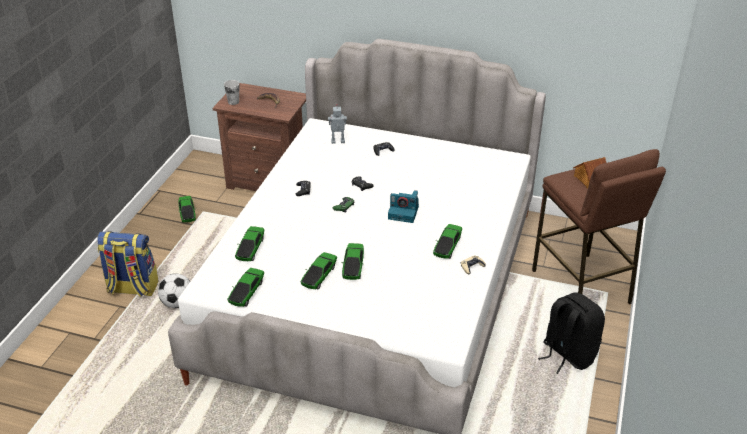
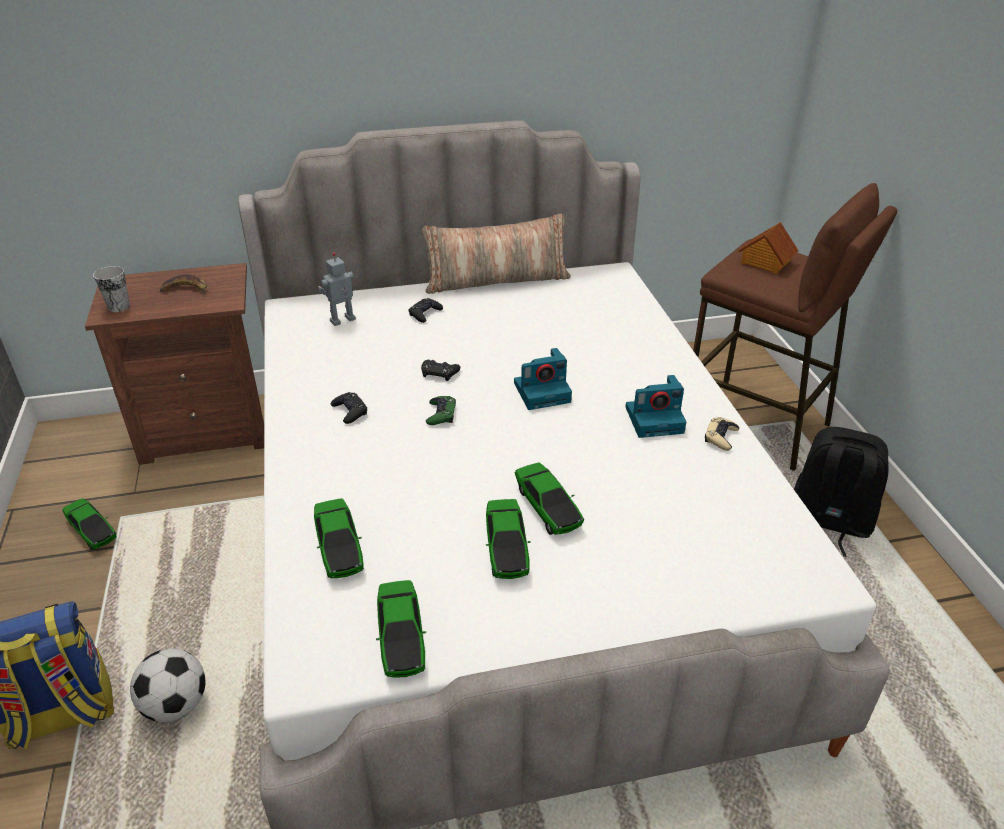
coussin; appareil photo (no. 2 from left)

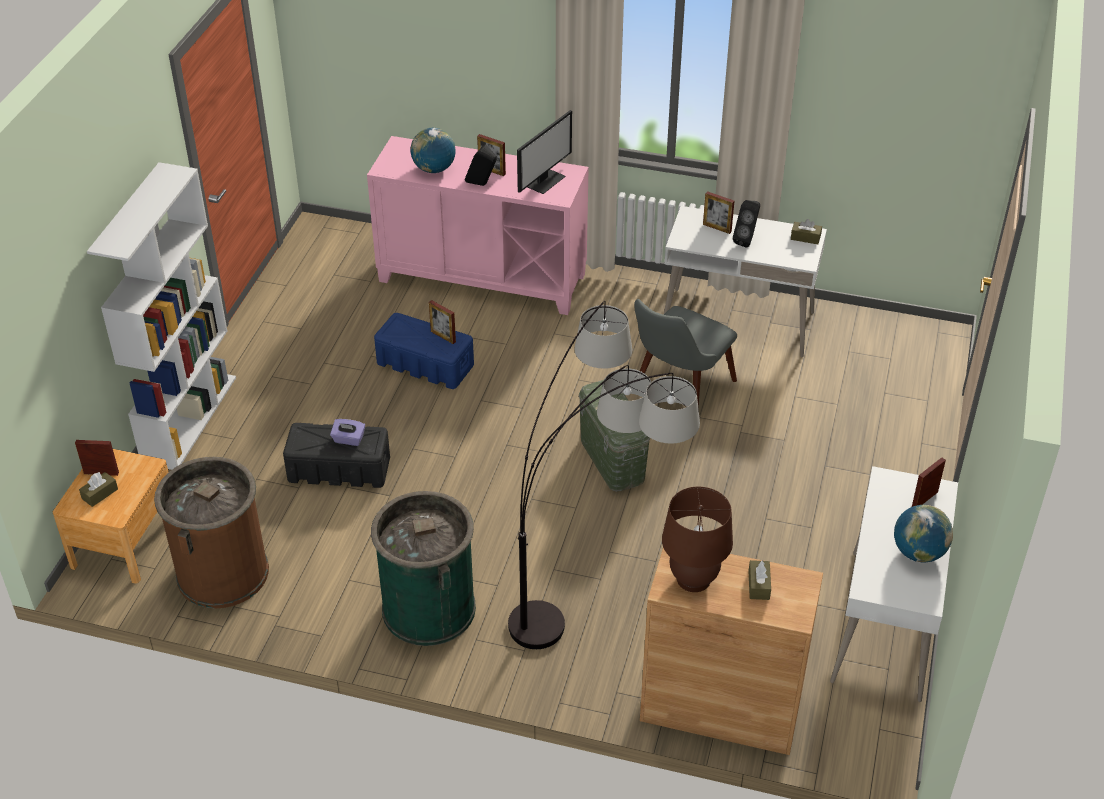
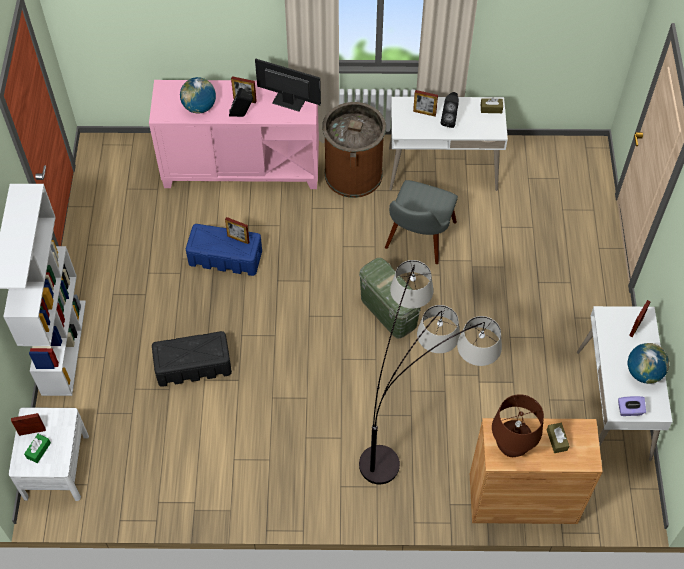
table de chevet [blanc]; boîte à mouchoirs [vert]; écran d'ordinateur; poubelle [marron]; boîte à mouchoirs [violet]; poubelle [vert]

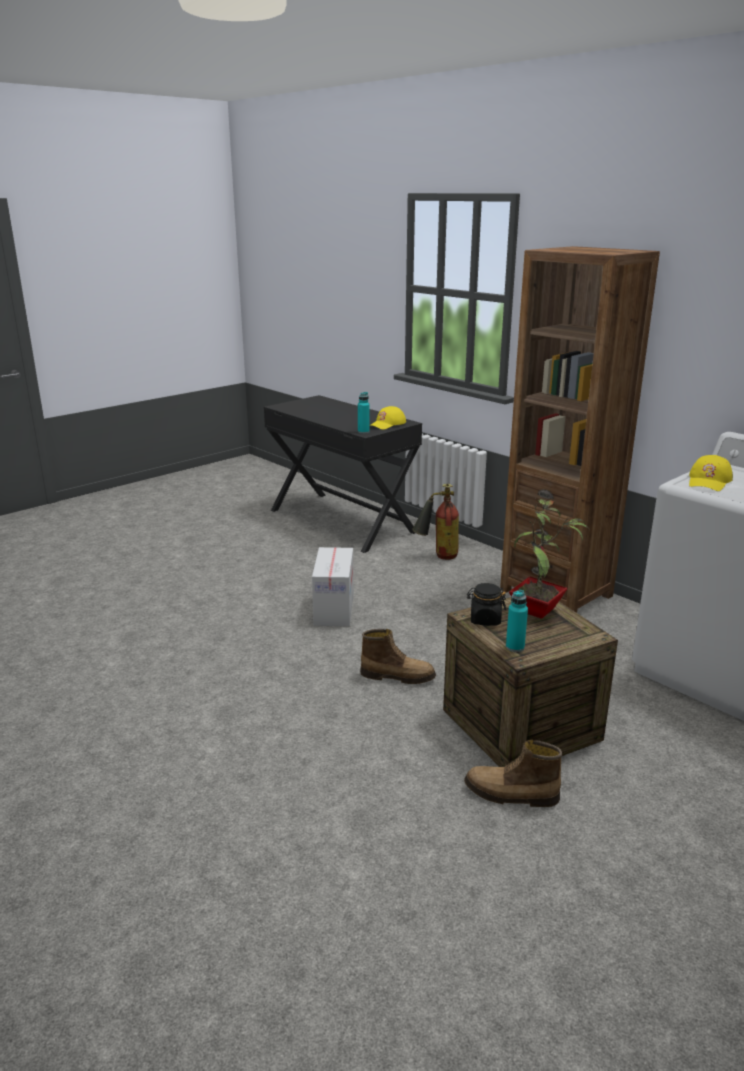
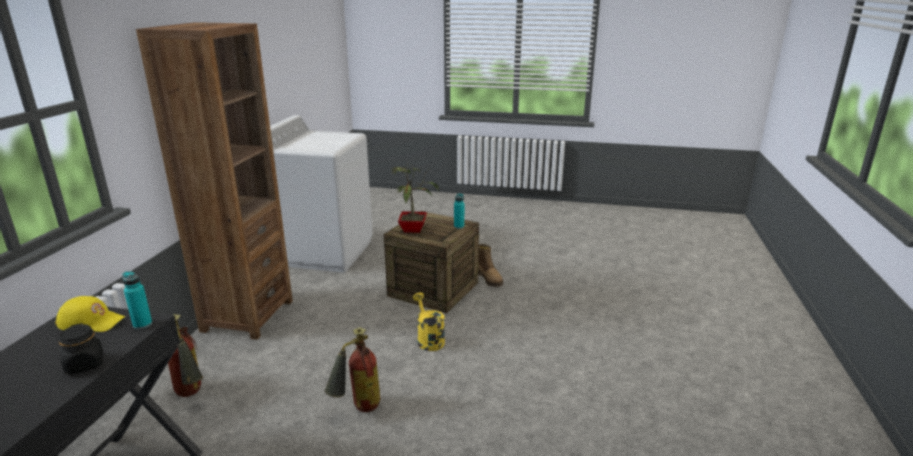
bocal [noir]; extincteur (no. 2 from left); arrosoir [jaune]; casquette [jaune] (no. 2 from left in the first image)

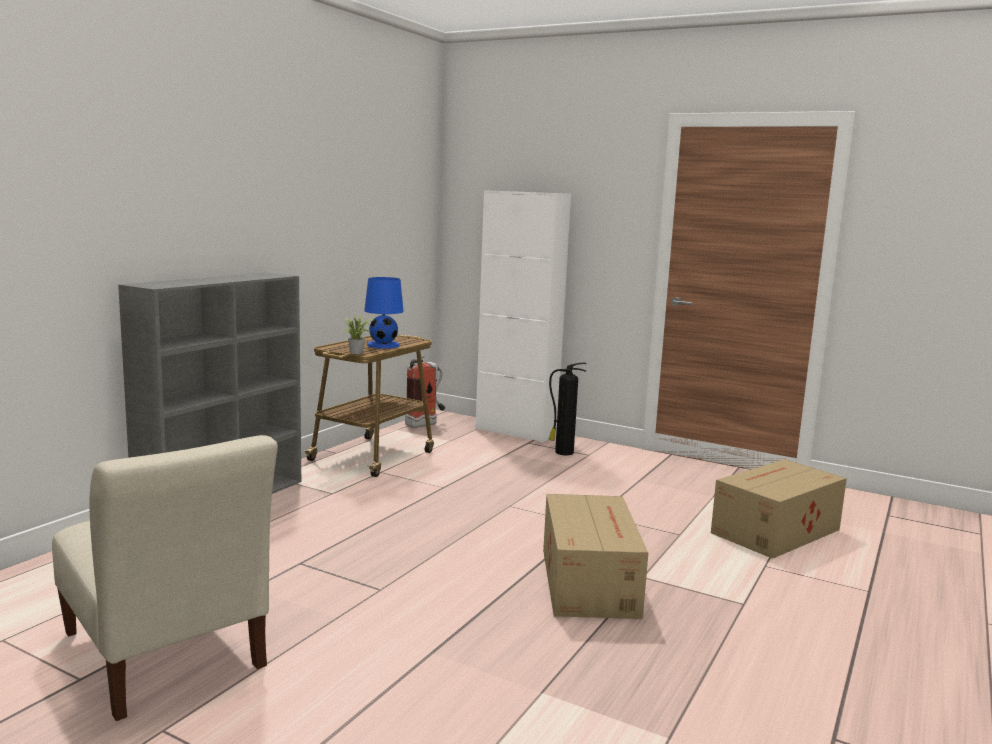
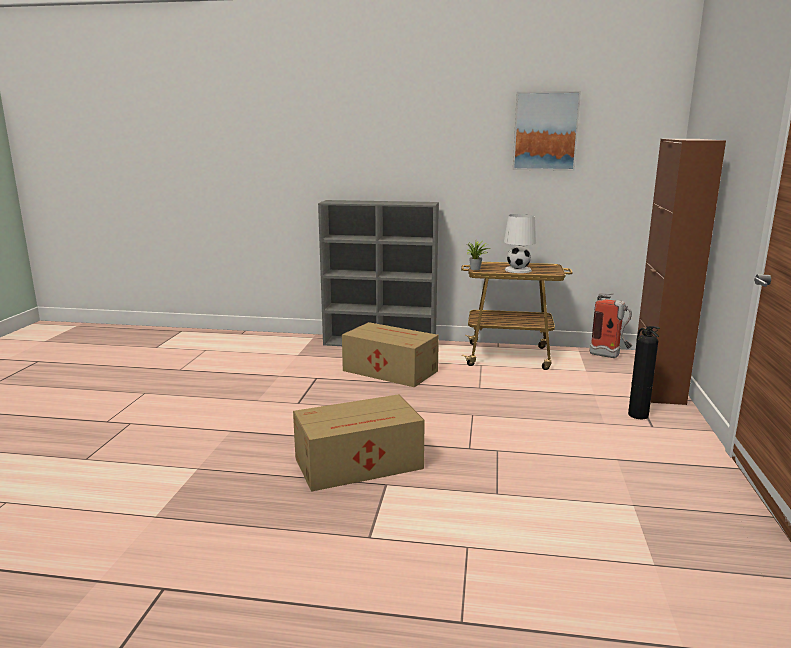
carton (no. 2 from left); lampe de table [blanc]; tableau; meuble de rangement [marron]; chaise [beige]

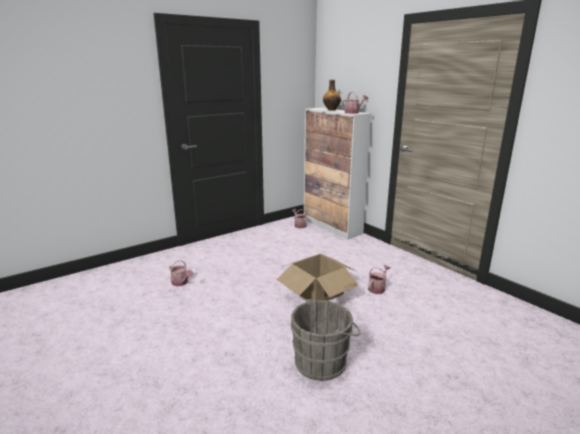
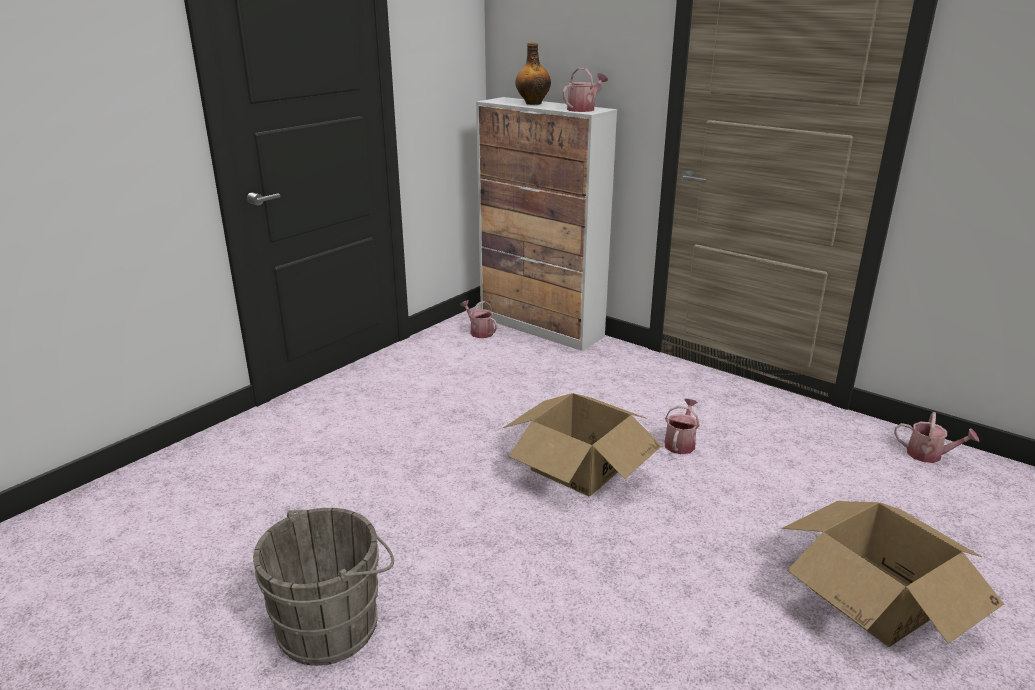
seau [gris]; carton (no. 2 from left); arrosoir (no. 4 from left)

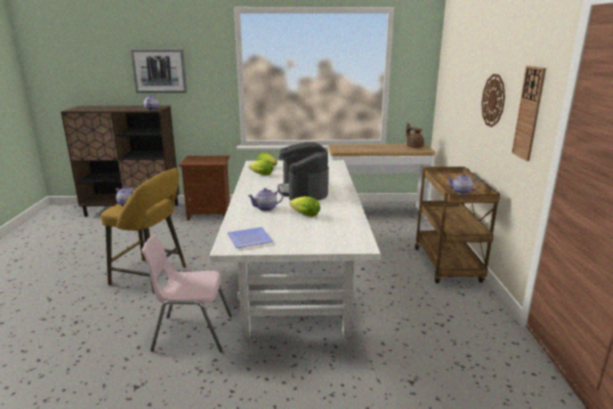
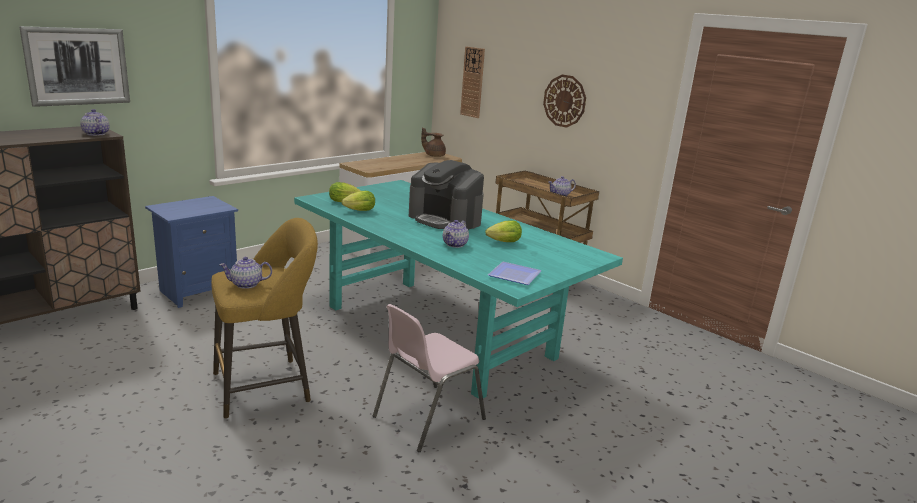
table de chevet [bleu]; table à manger [turquoise]; horloge murale (no. 1 from left)

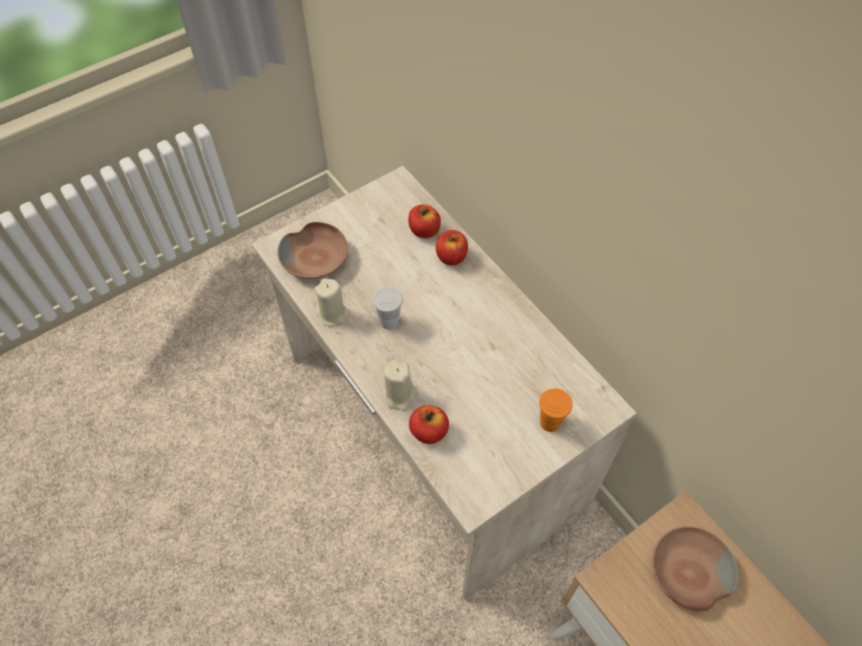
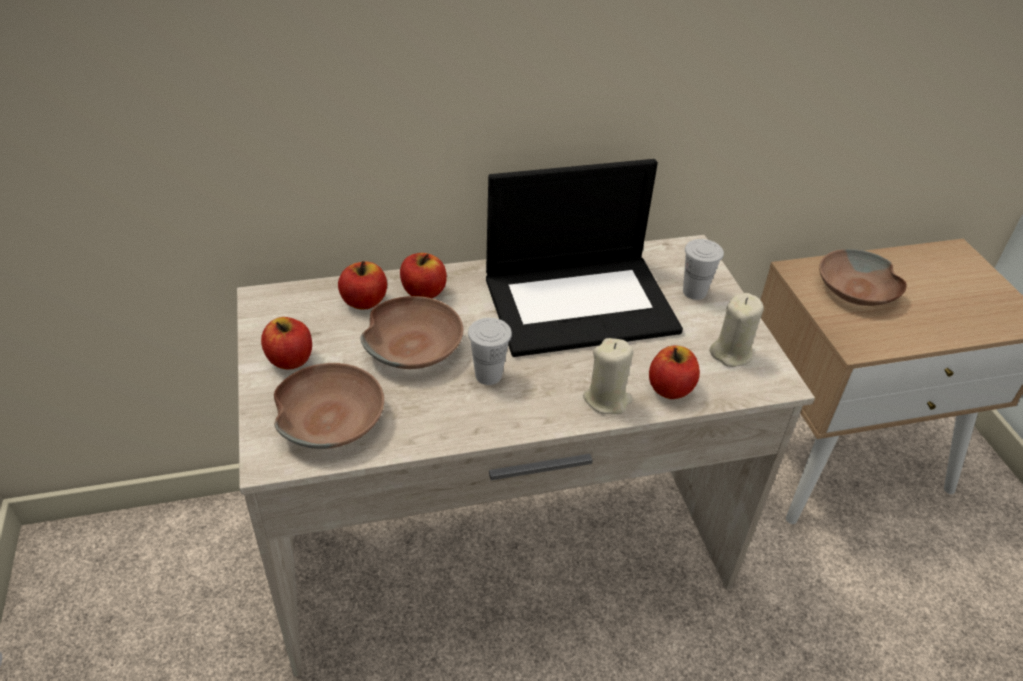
pomme (no. 1 from left); bol [marron] (no. 2 from left); ordinateur portable; tasse [blanc] (no. 2 from left); bougie [beige] (no. 2 from left)

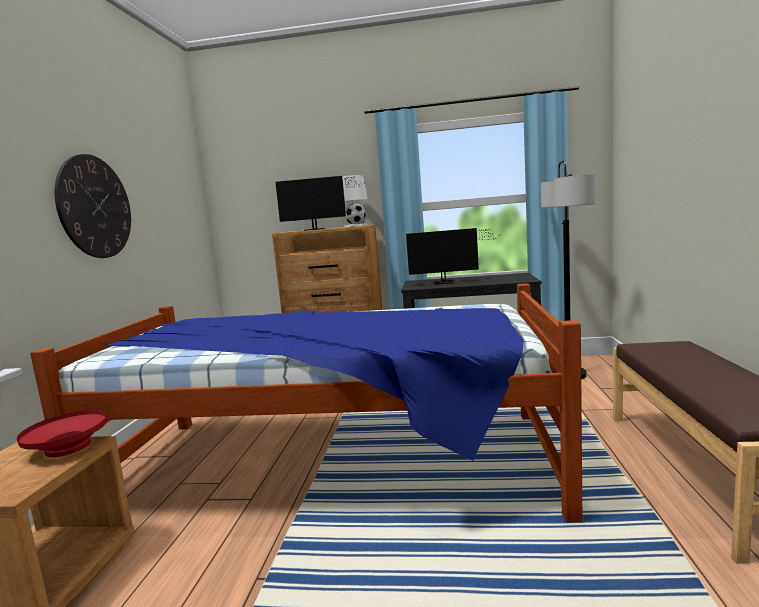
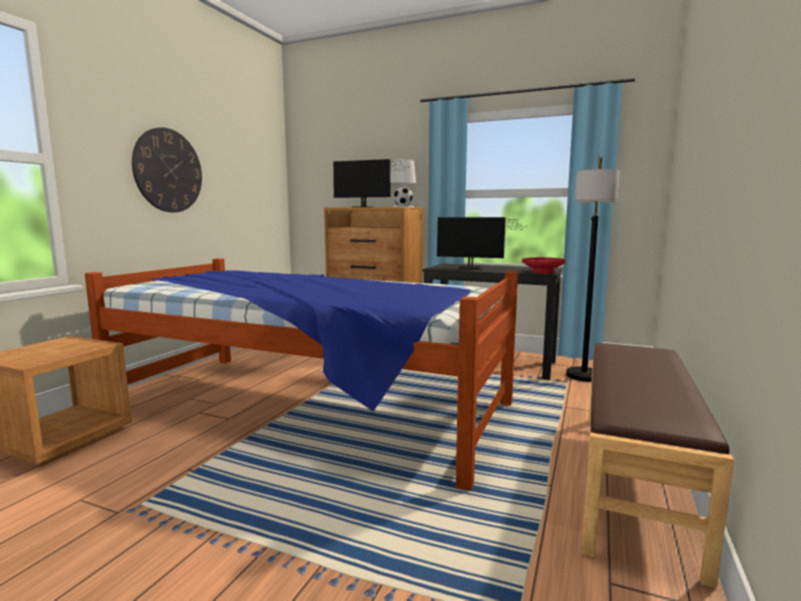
bol [rouge]

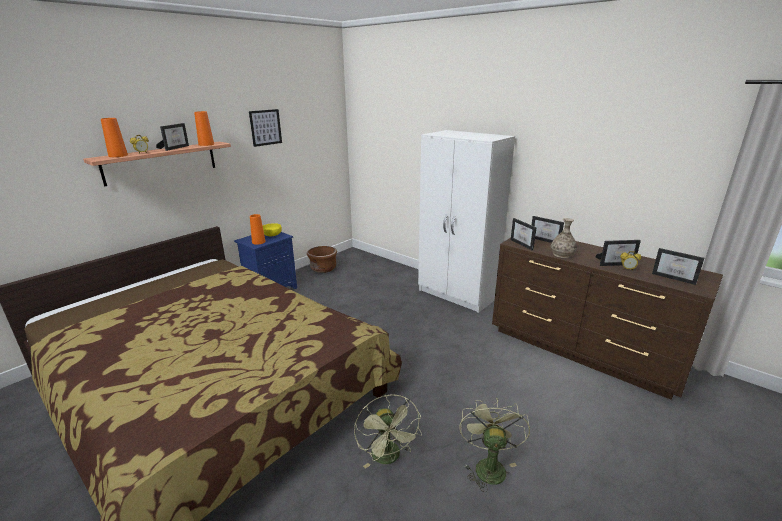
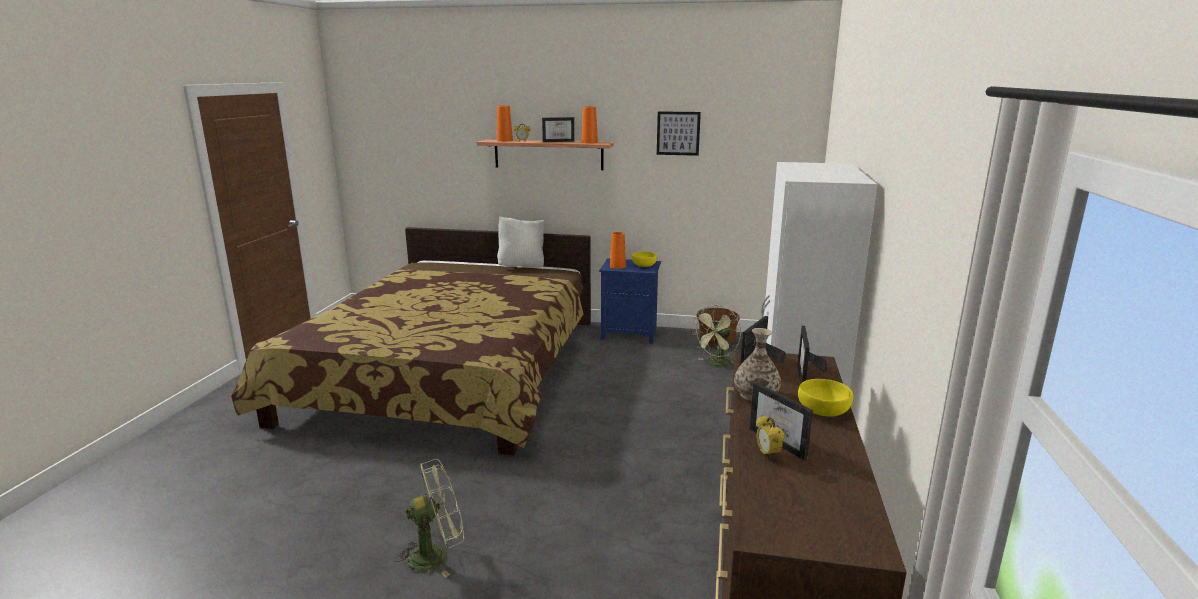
coussin [blanc]; ventilateur [vert] (no. 2 from left); bol [jaune] (no. 2 from left); cadre photo (no. 5 from left in the first image)

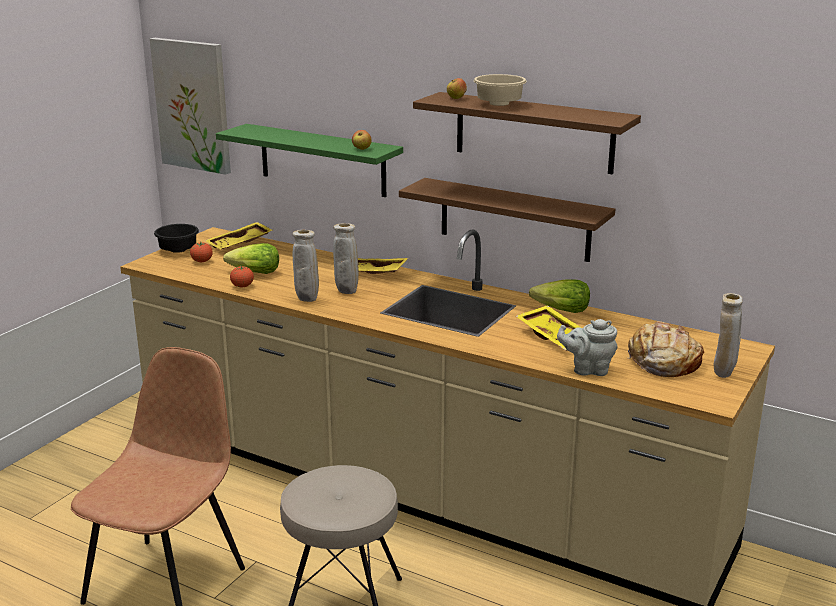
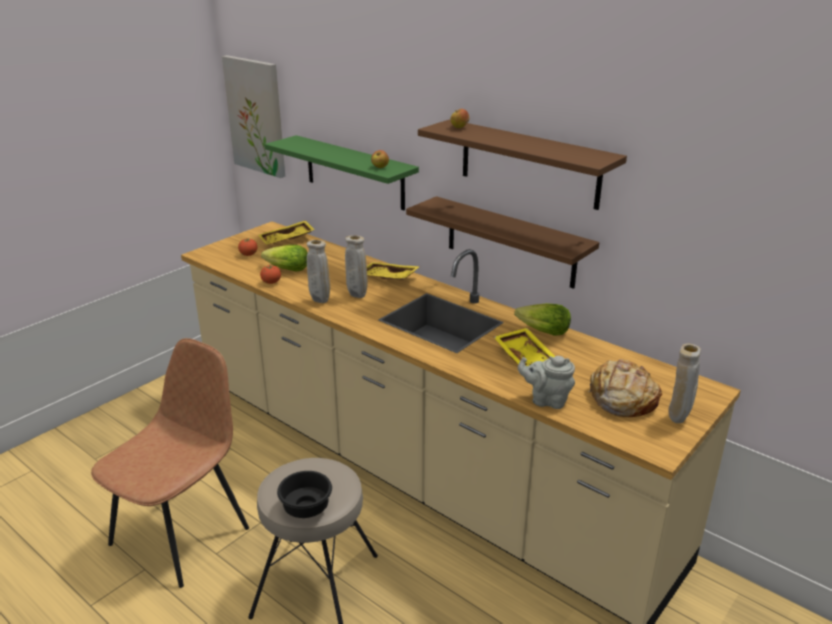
bol [noir]; bol [beige]

